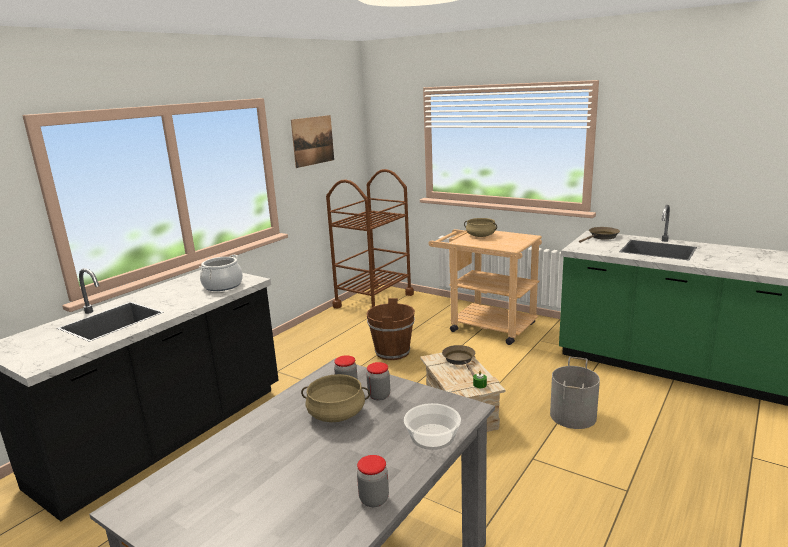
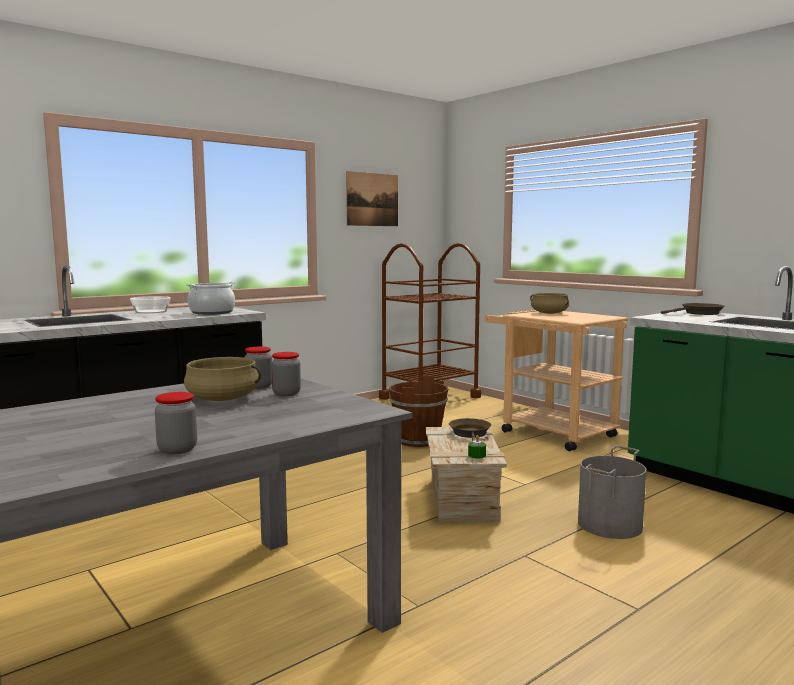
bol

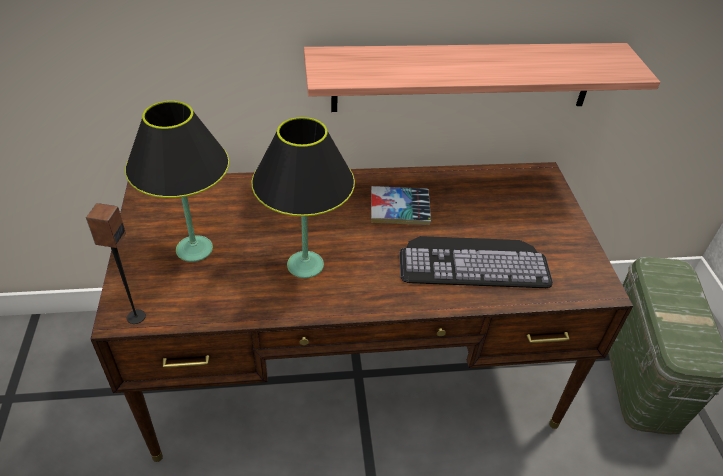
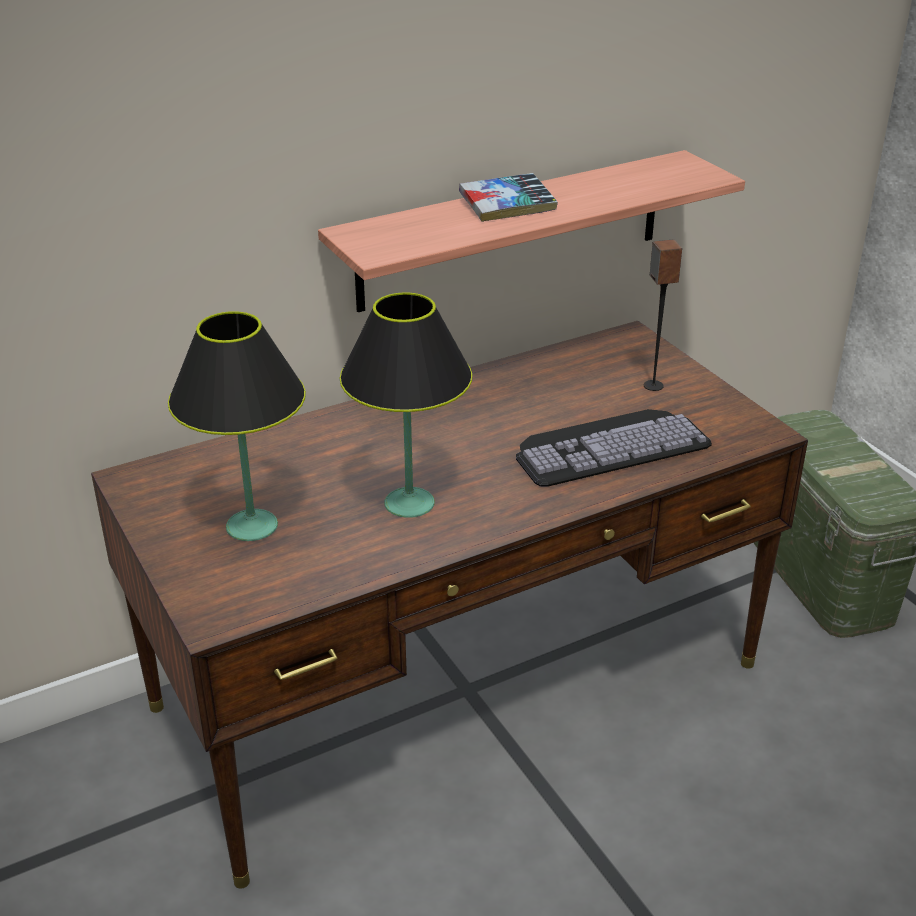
livre; enceinte

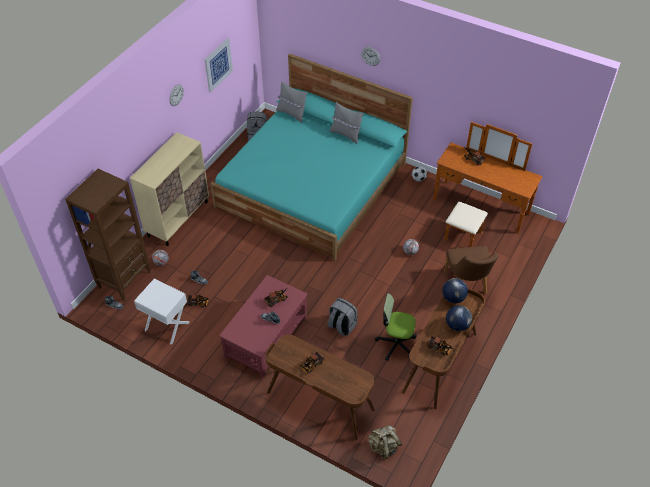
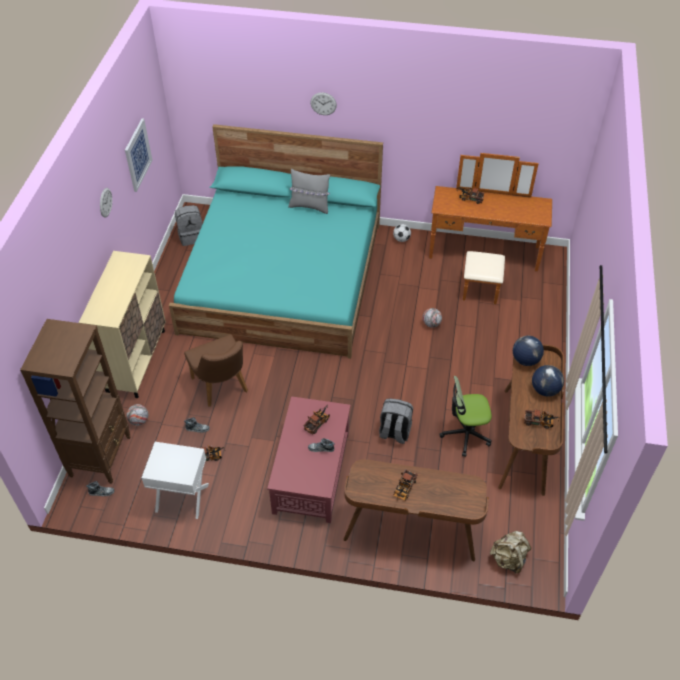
chaise [marron]; coussin [gris] (no. 1 from left in the first image)

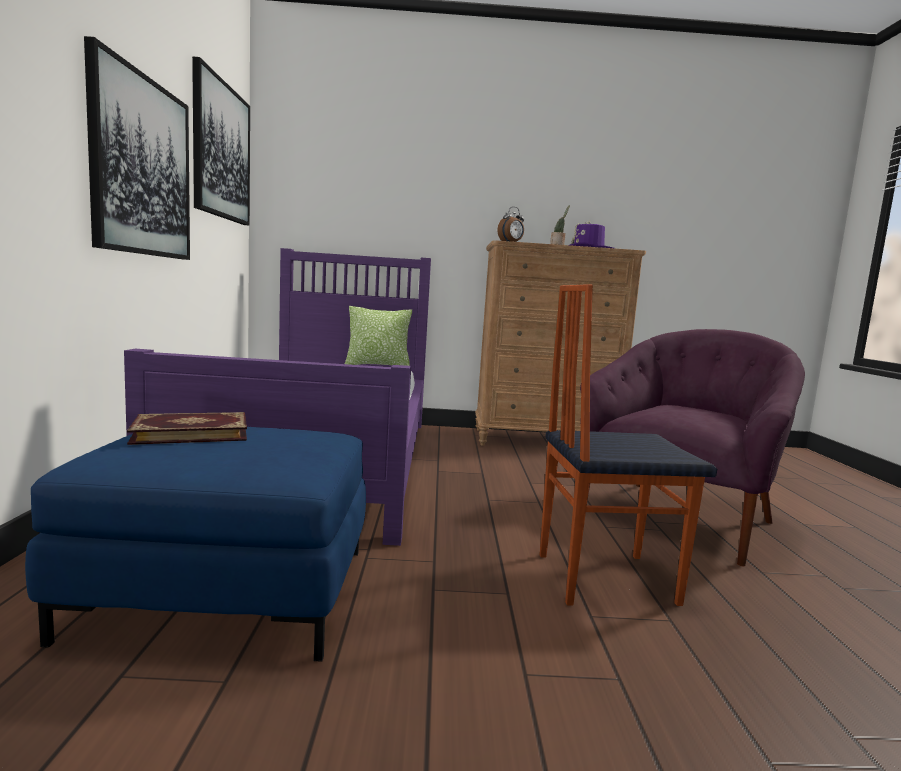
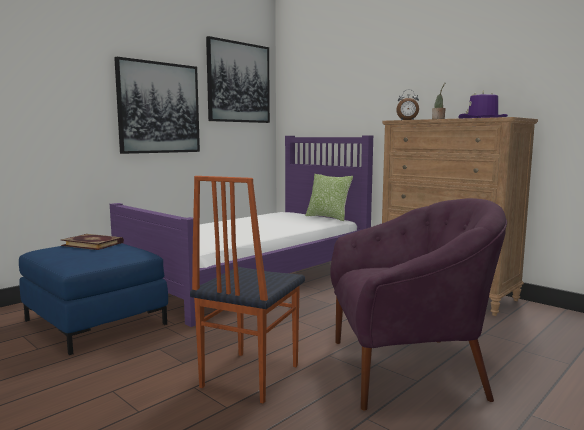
chaise

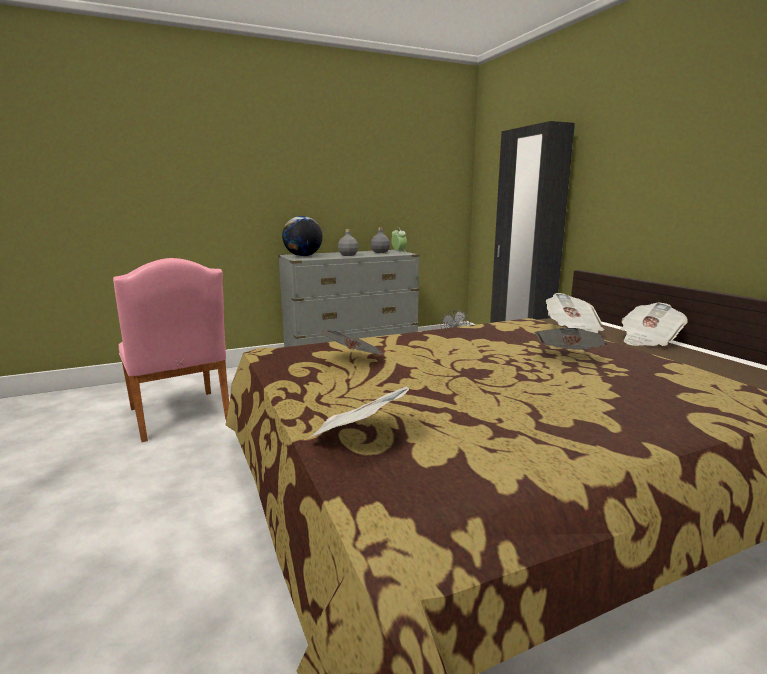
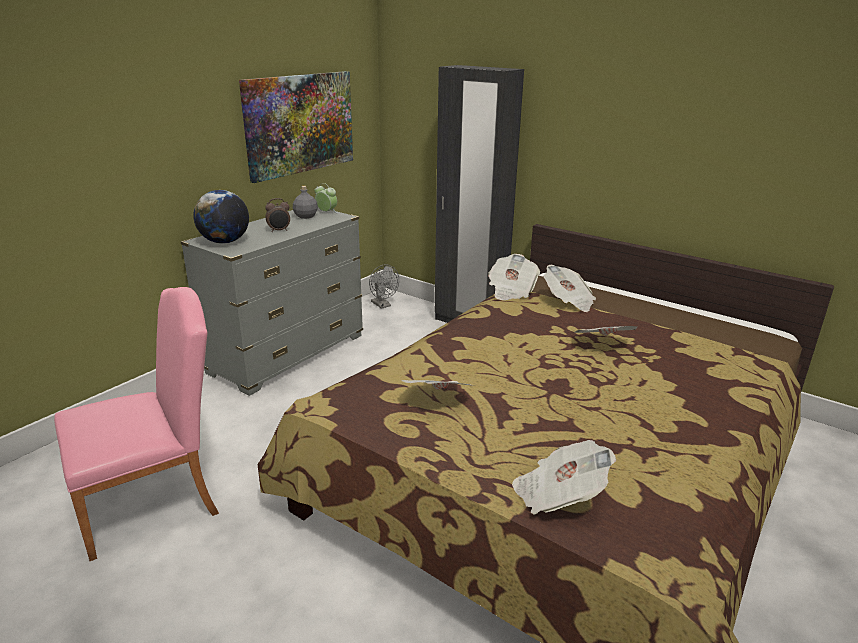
chaise [rose]; tableau; réveil (no. 1 from left); journal (no. 2 from left)

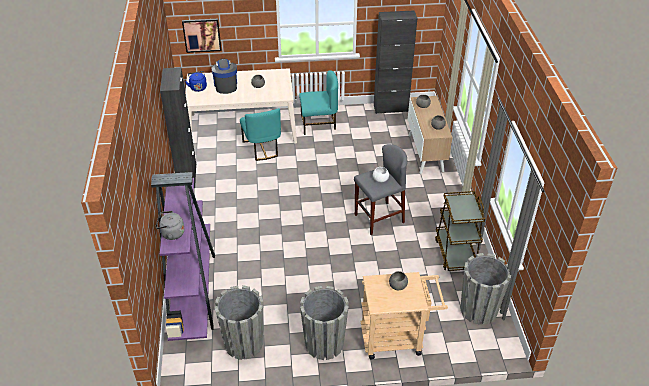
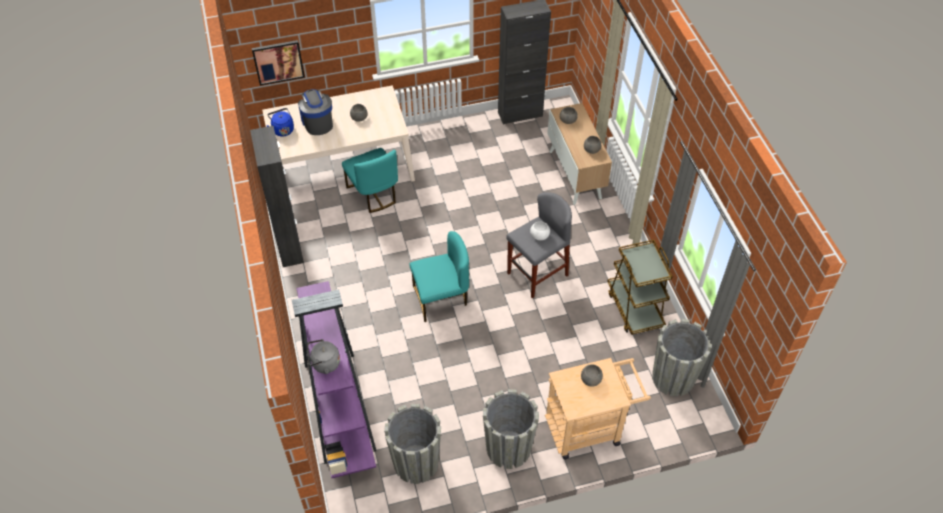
chaise [turquoise] (no. 2 from left)

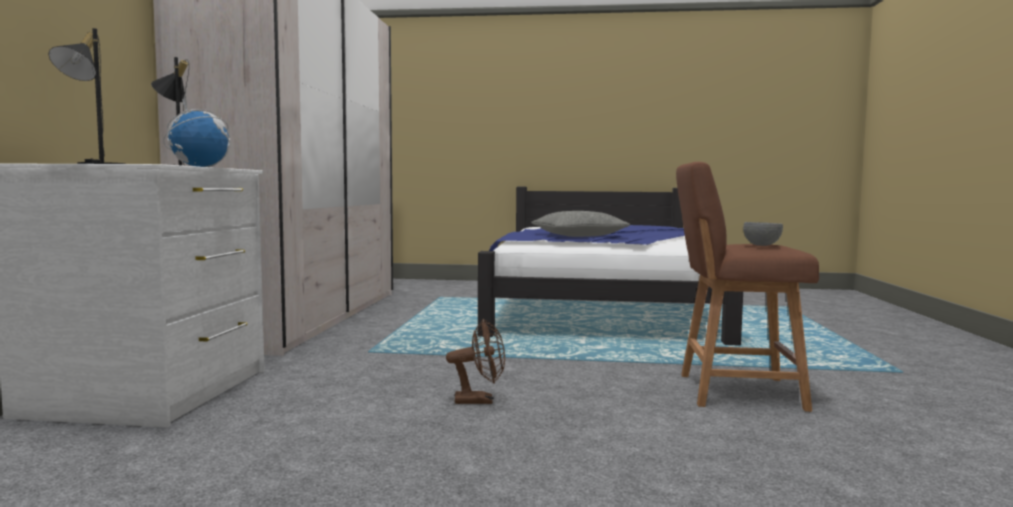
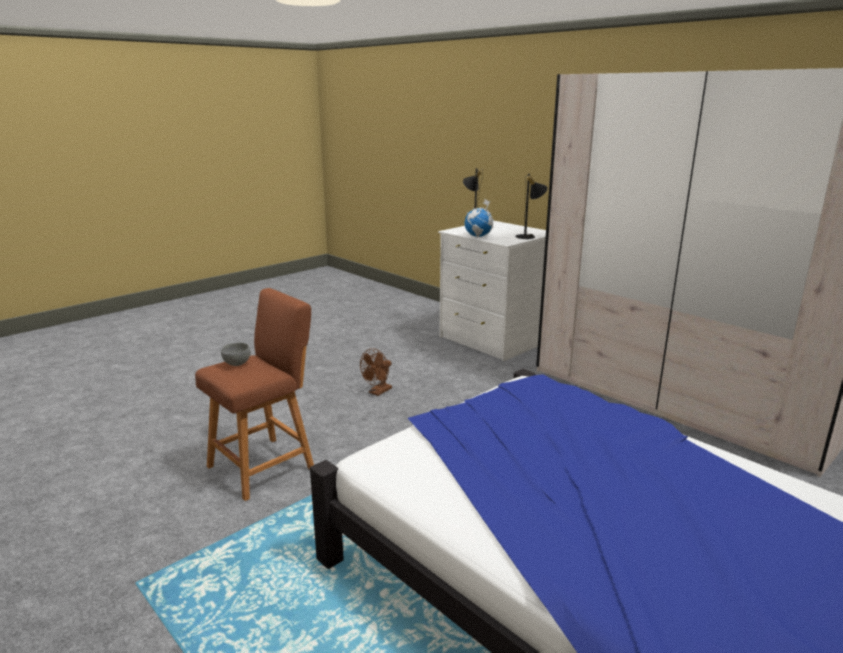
coussin [gris]

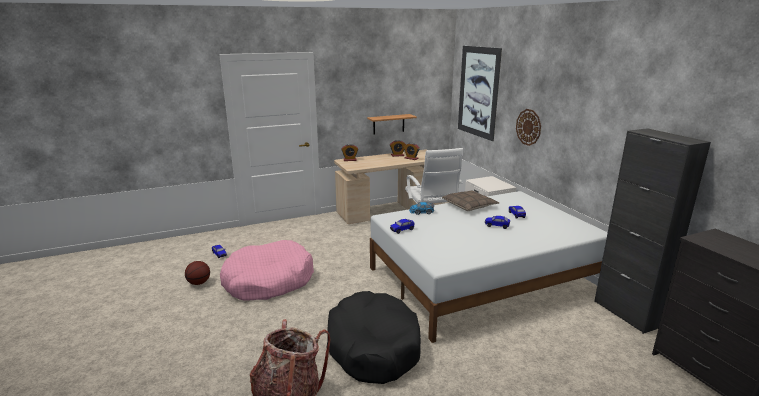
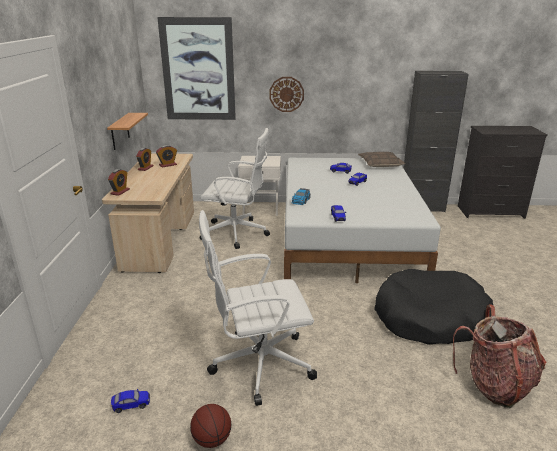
chaise de bureau [blanc] (no. 2 from left); coussin

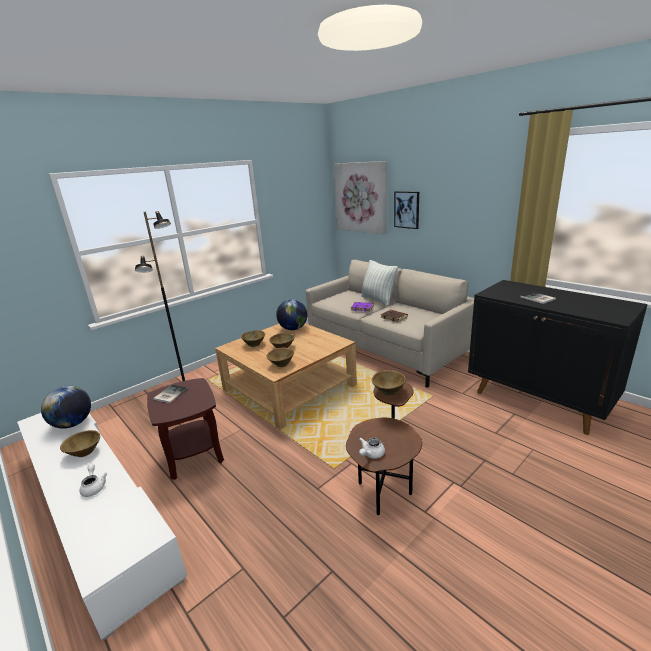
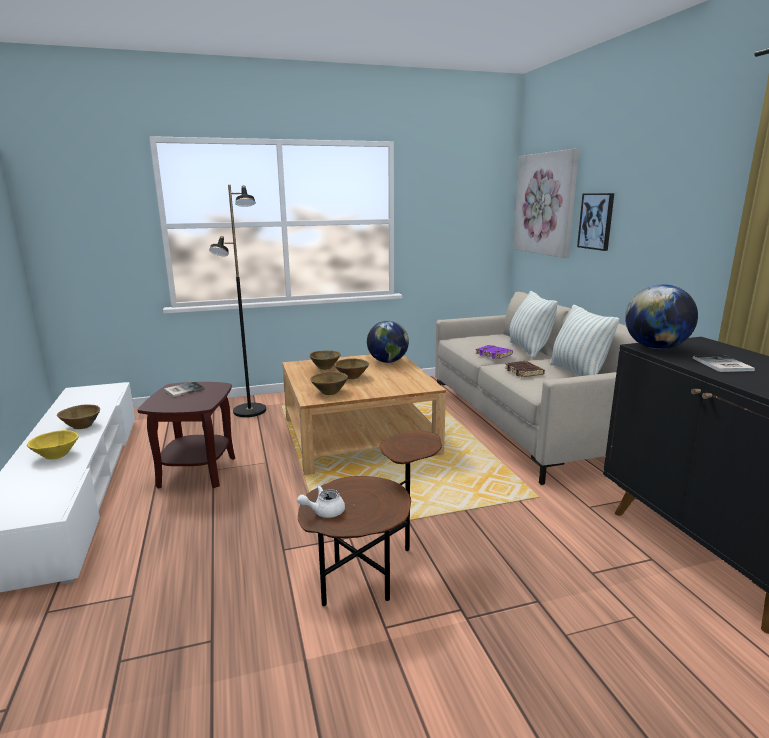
bol [jaune]; coussin (no. 2 from left); globe (no. 2 from left); bol [marron] (no. 5 from left in the first image)

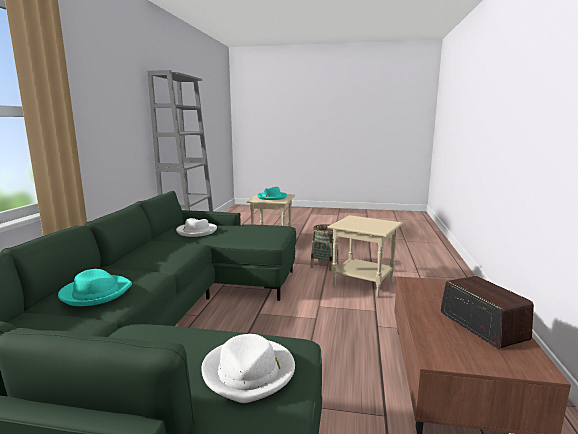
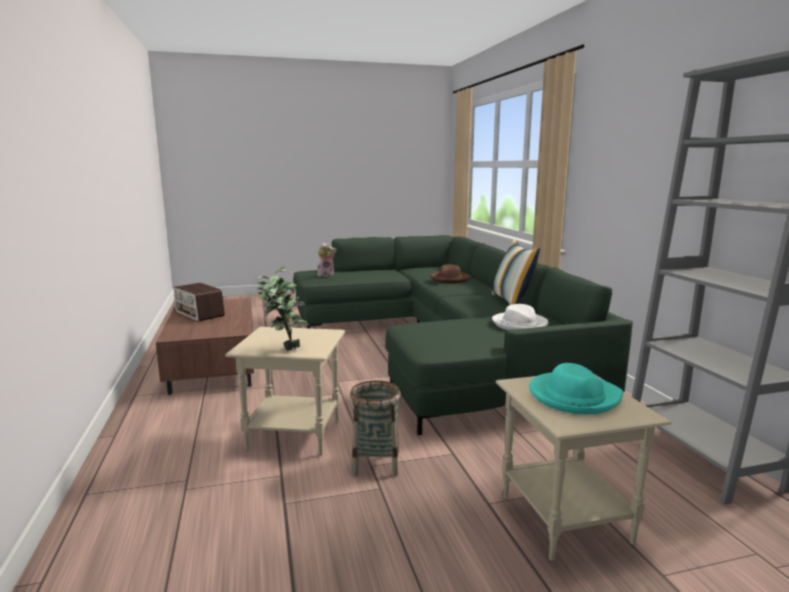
plante en pot; peluche; chapeau [marron]; coussin

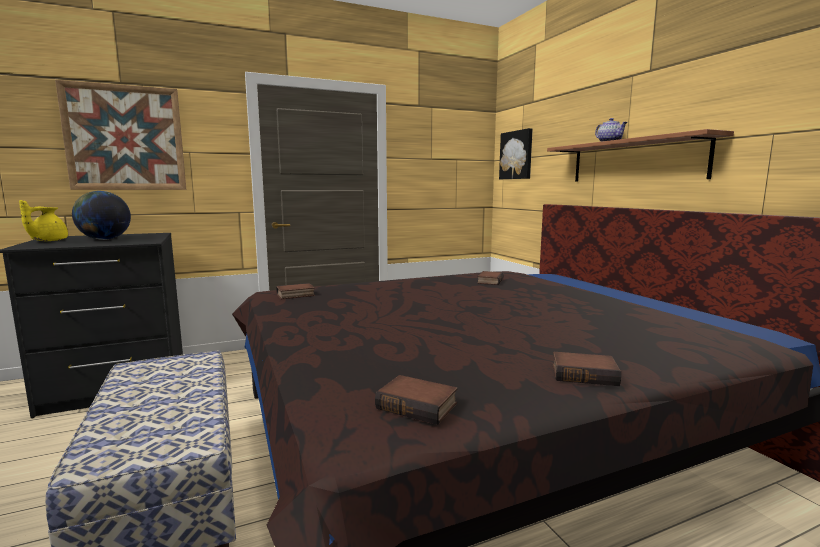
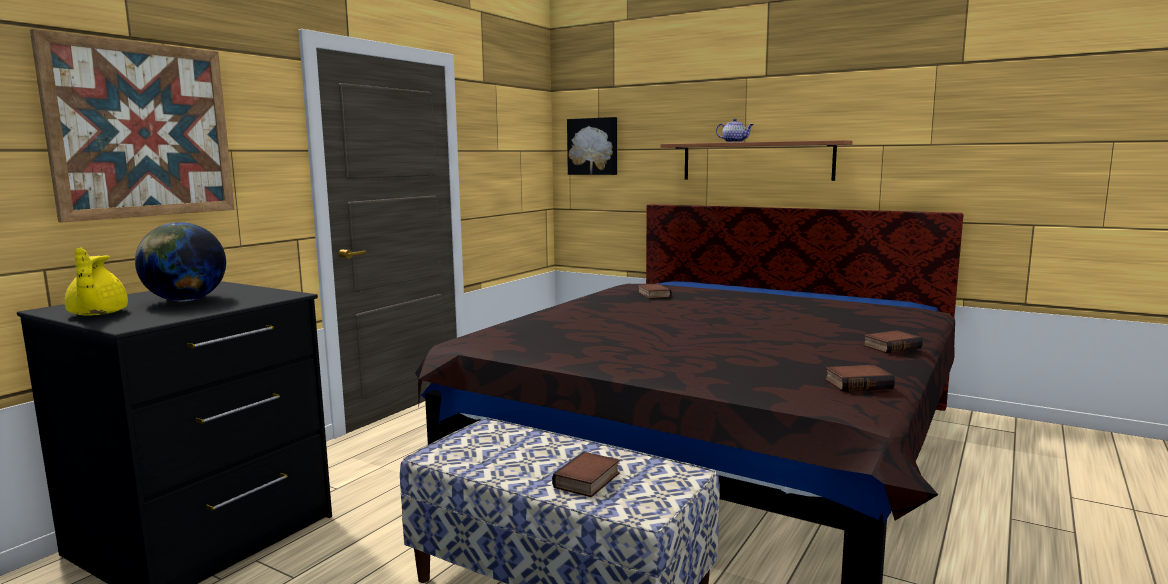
livre (no. 1 from left)

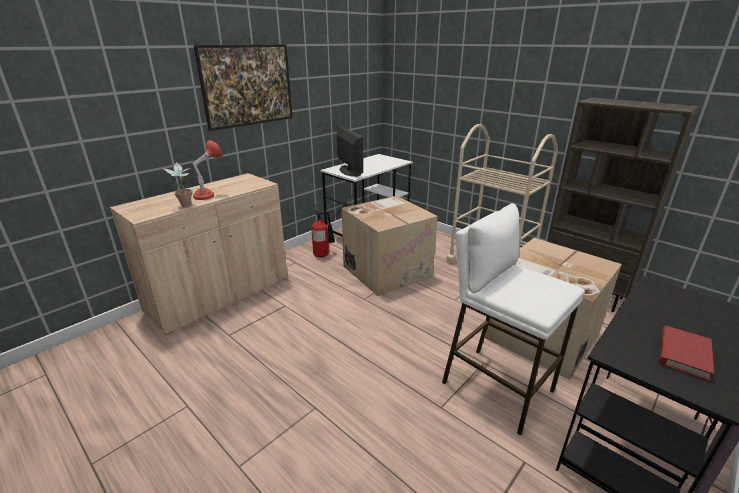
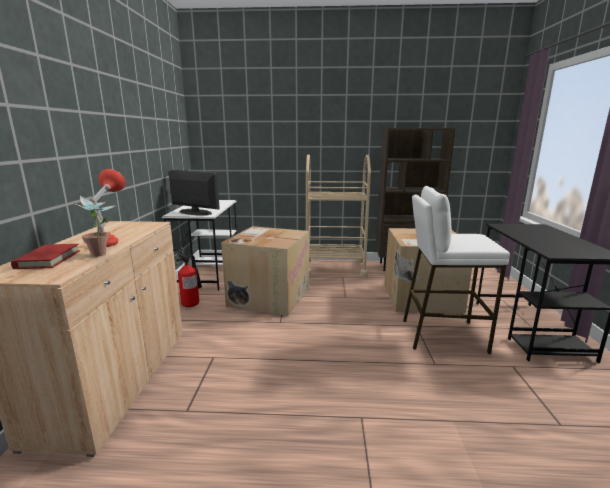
livre [rouge]; tableau

